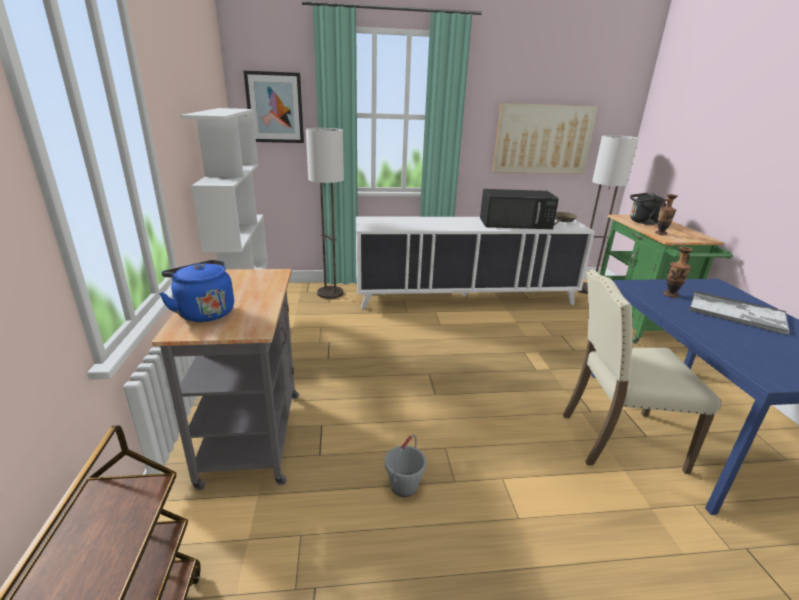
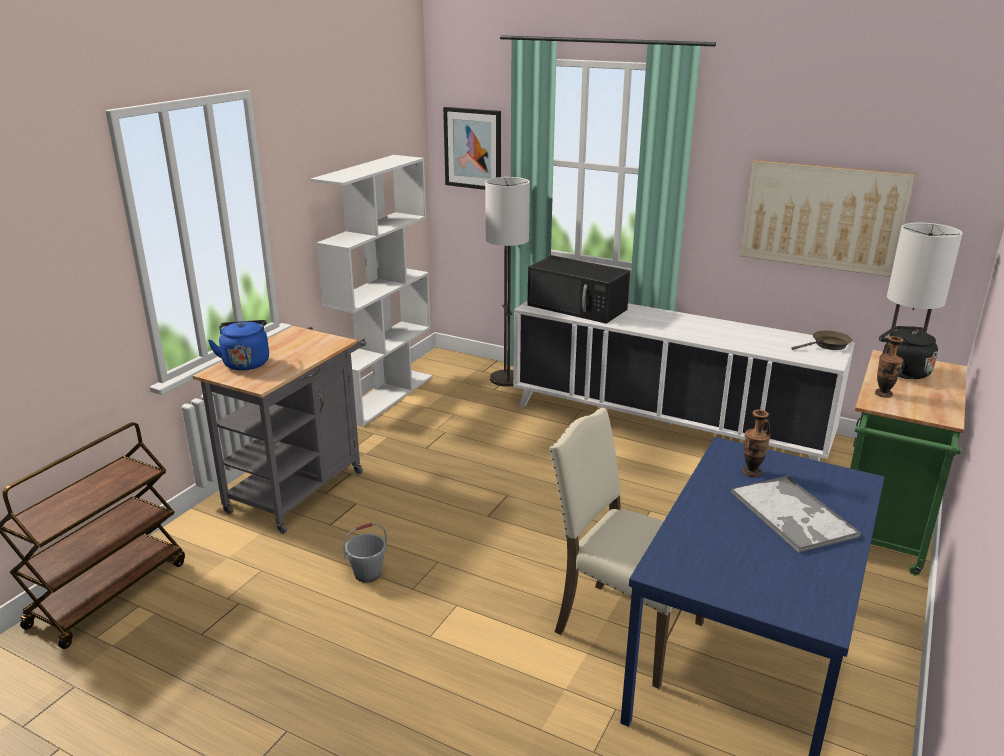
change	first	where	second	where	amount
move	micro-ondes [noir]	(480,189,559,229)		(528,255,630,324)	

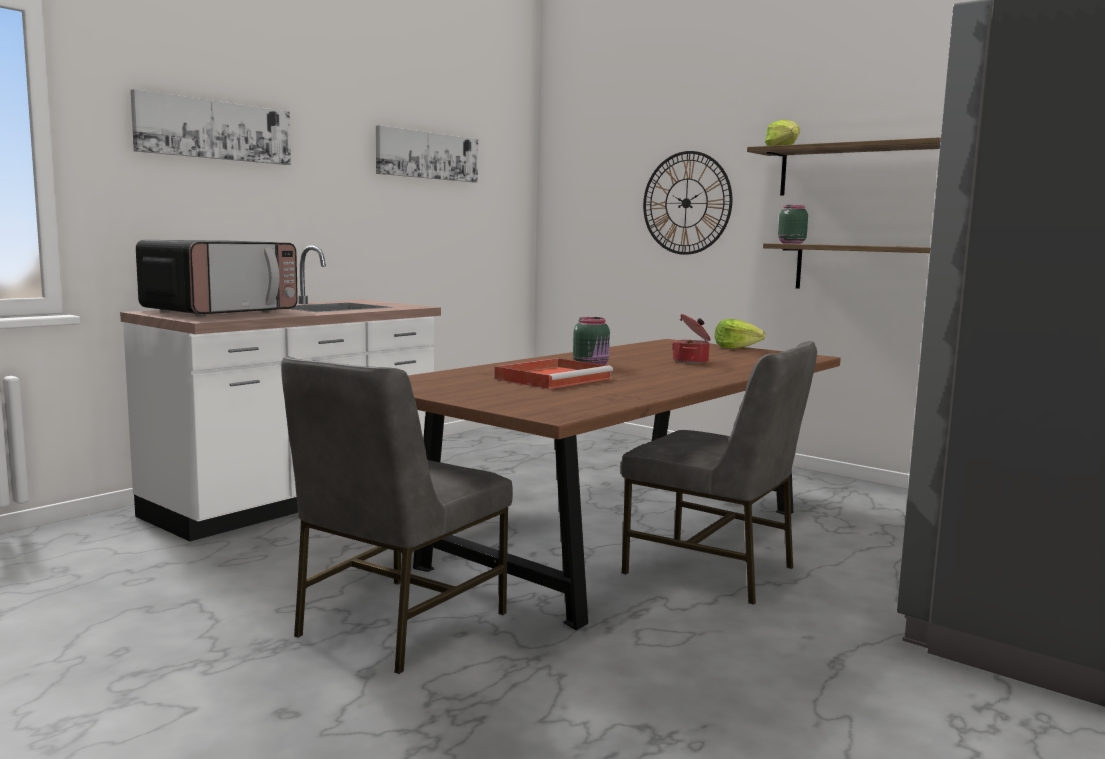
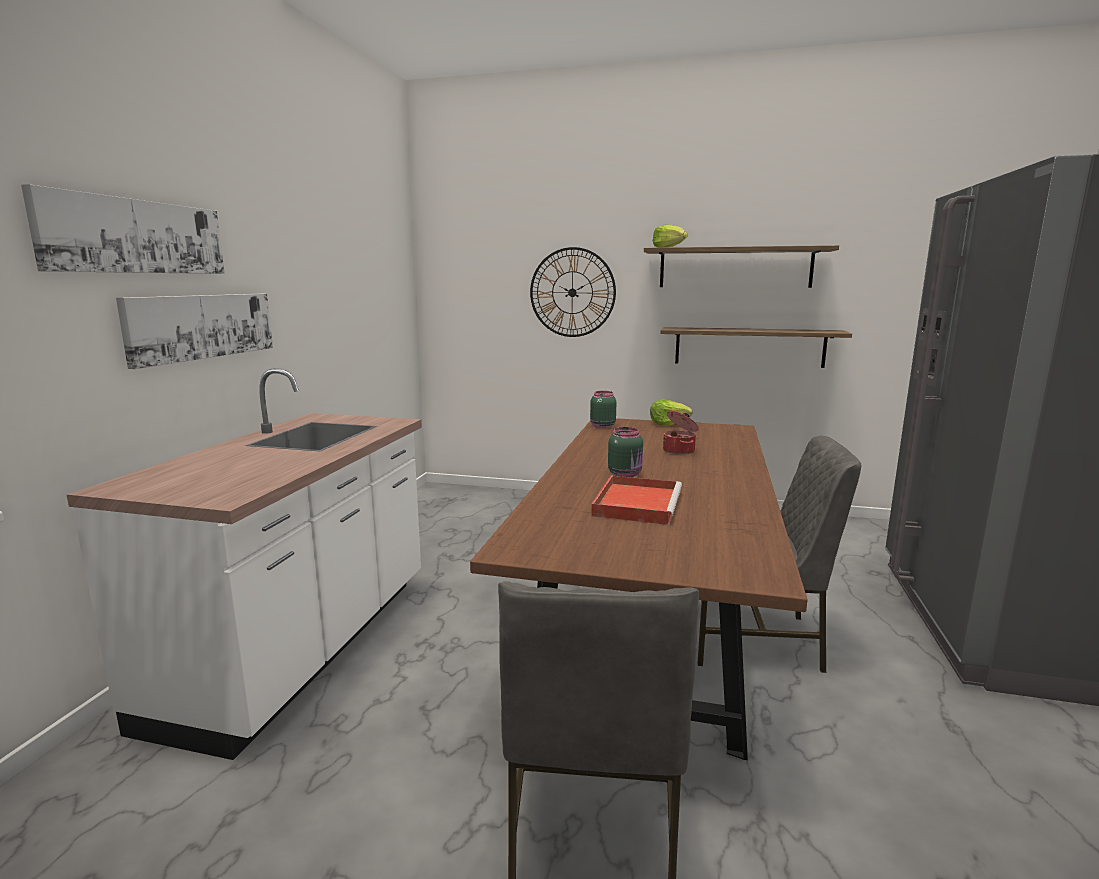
change	first	where	second	where	amount
delete	micro-ondes	(136,240,298,316)			
move	tableau	(376,125,478,182)		(116,294,273,369)	
move	bocal [vert]	(778,205,808,244)		(590,391,616,428)	

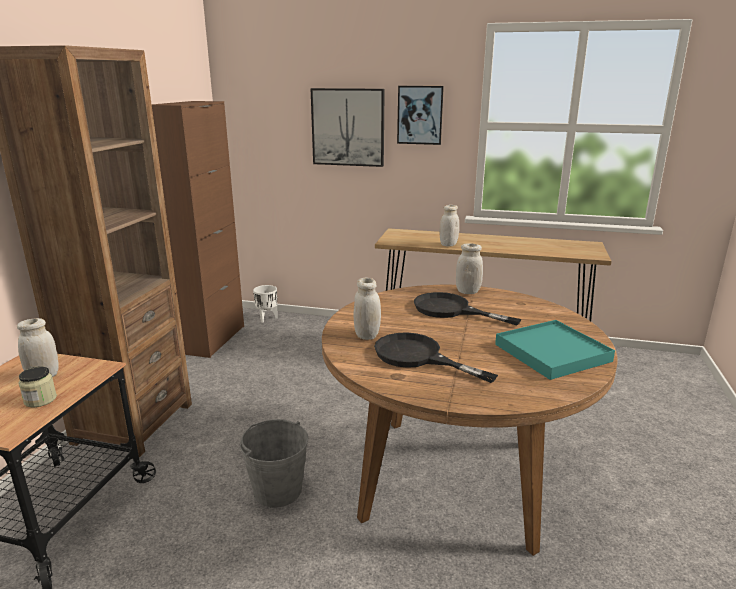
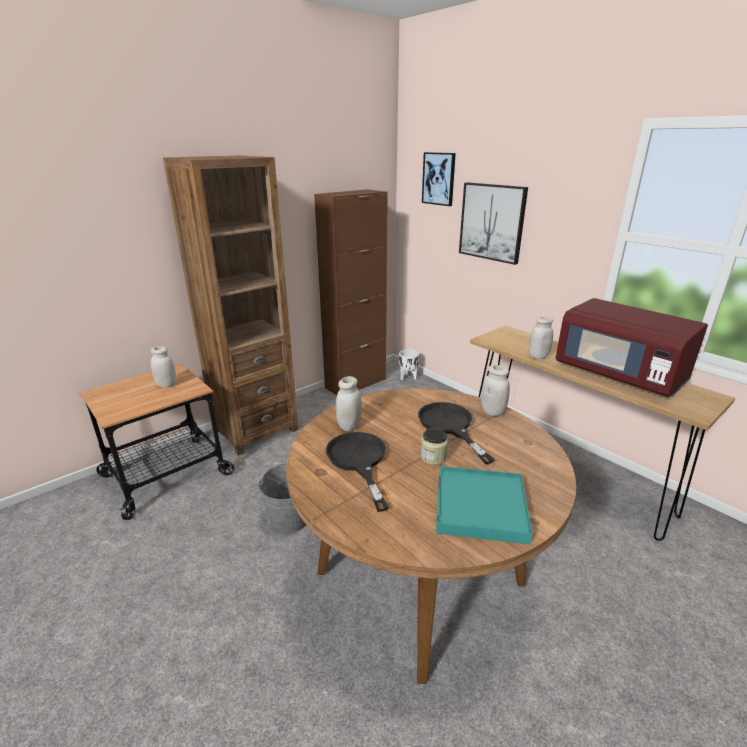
change	first	where	second	where	amount
insert			micro-ondes [rouge]	(555,298,708,397)	
move	bocal	(18,366,57,407)		(420,428,448,465)	
move	tableau	(397,86,444,145)		(422,152,456,206)	

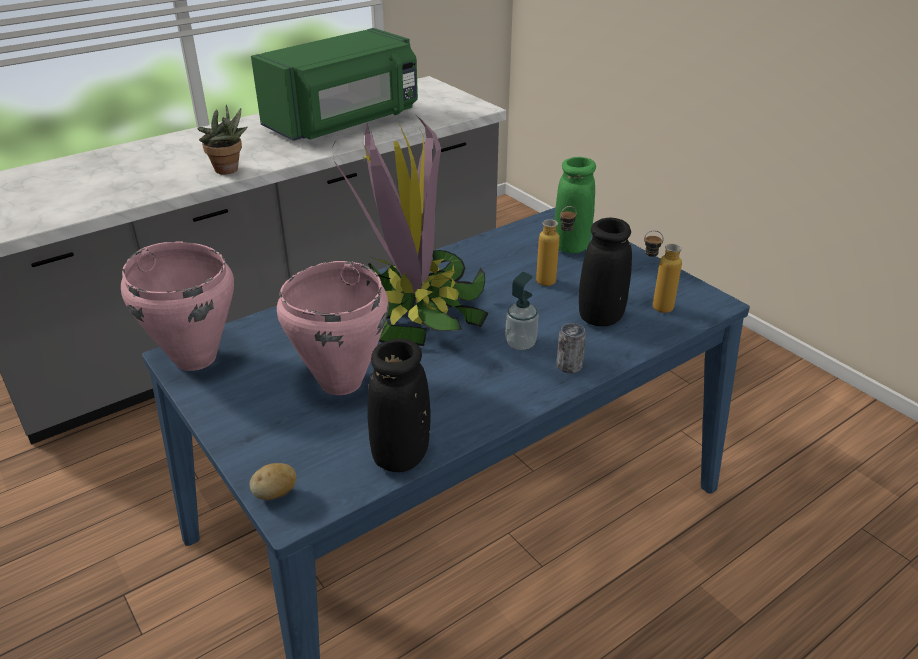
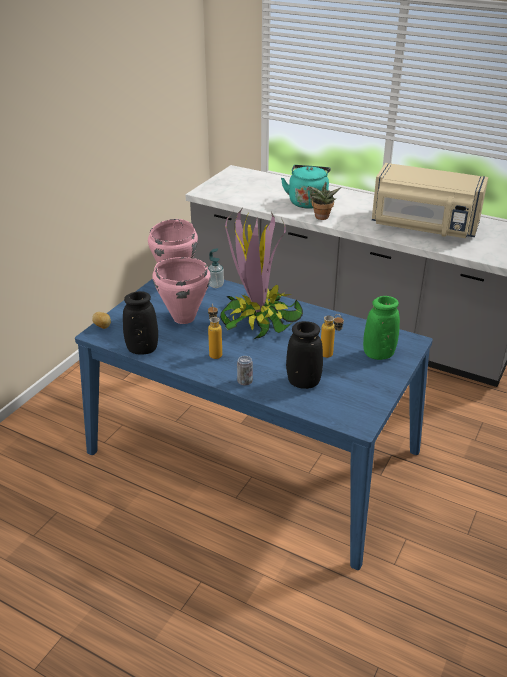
change	first	where	second	where	amount
insert			bouilloire [turquoise]	(281,165,331,209)	
move	distributeur de savon	(505,272,539,350)		(208,248,224,288)	
move	bouteille	(644,230,682,313)		(208,304,222,359)	
recolor	micro-ondes [vert]	(251,28,418,141)	micro-ondes [beige]	(372,163,488,238)	

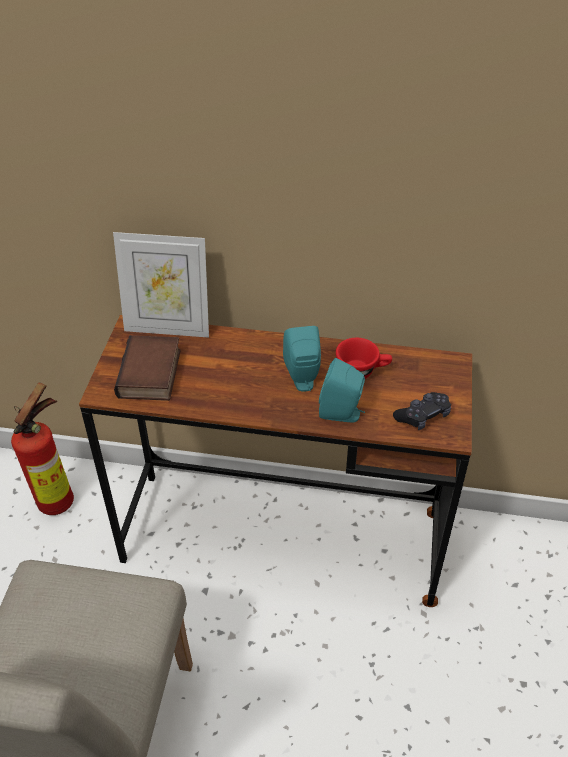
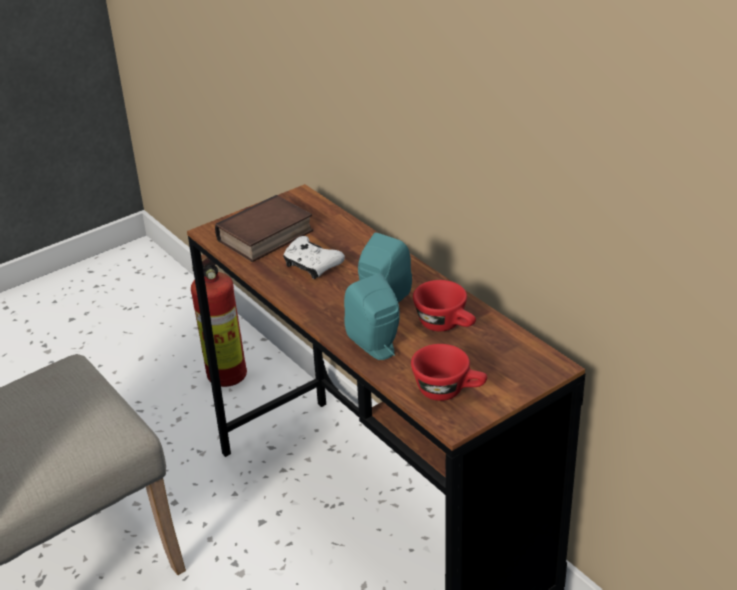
change	first	where	second	where	amount
delete	cadre photo	(113,232,209,338)			
insert			manette [blanc]	(283,236,345,279)	
replace	manette [noir]	(393,392,451,430)	tasse [rouge]	(411,344,487,401)	

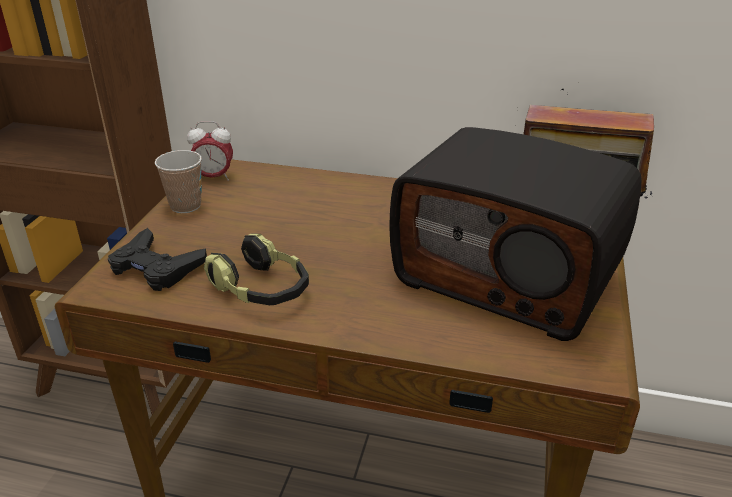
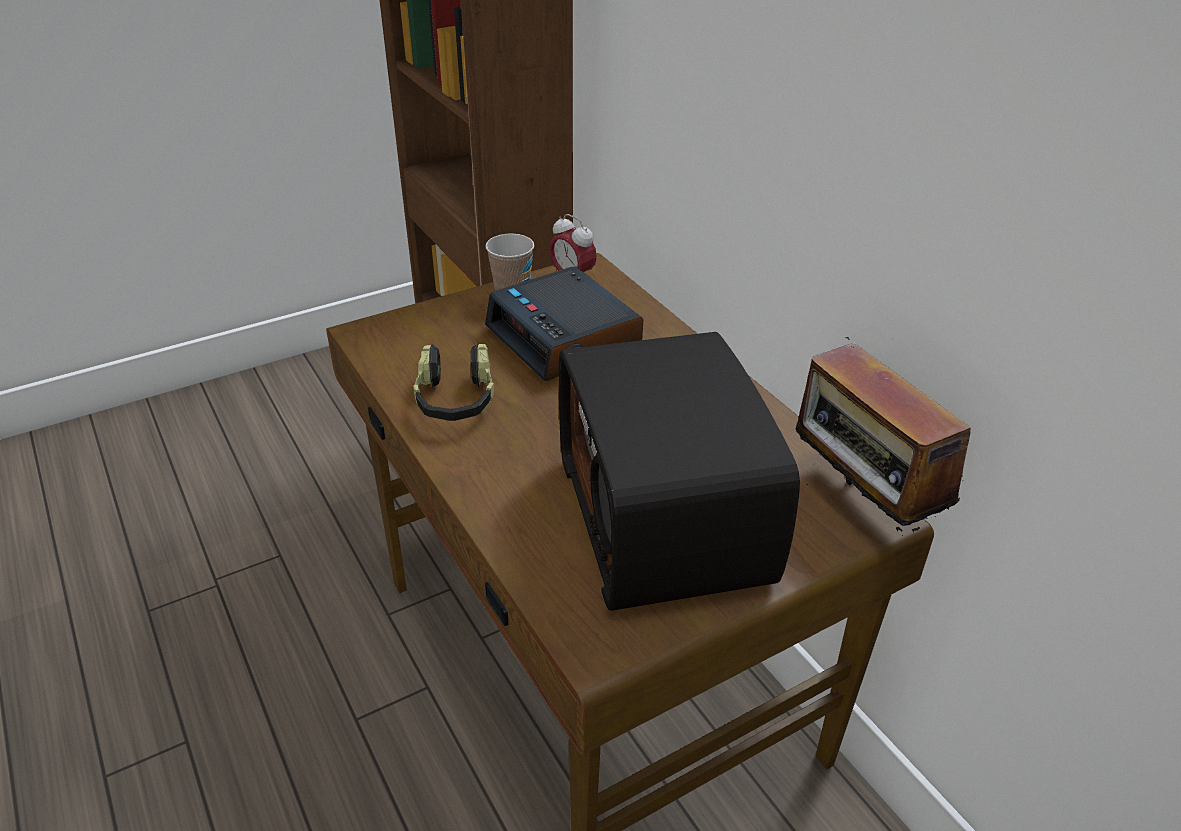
change	first	where	second	where	amount
delete	manette [noir]	(108,228,207,291)			
insert			réveil	(485,266,643,381)	

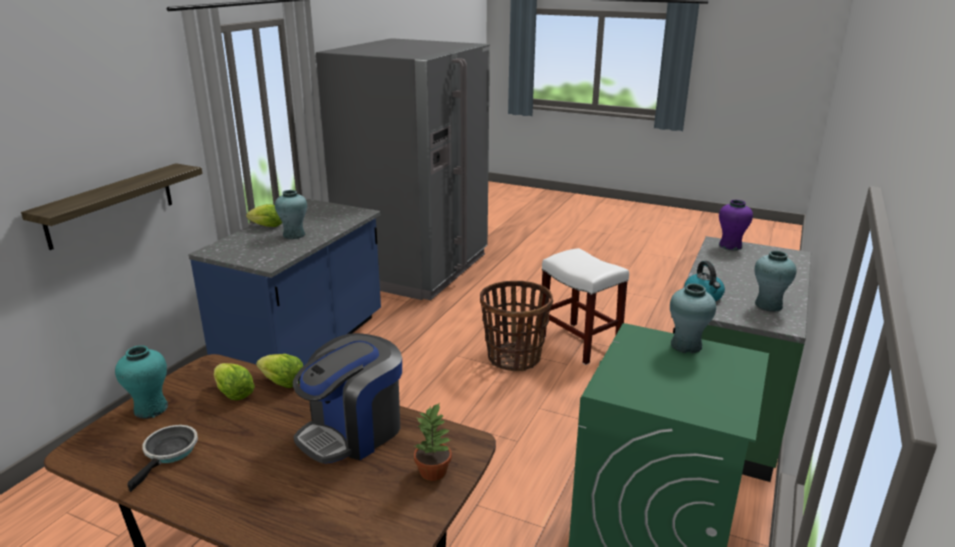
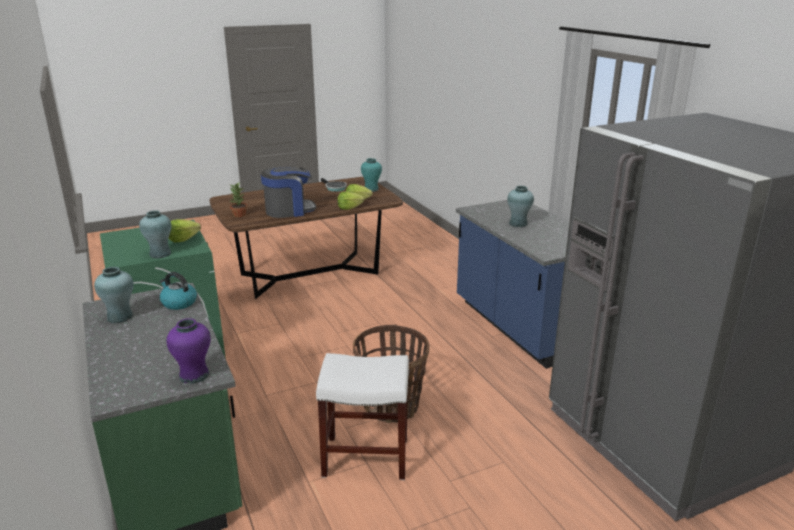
change	first	where	second	where	amount
delete	étagère	(21,163,202,250)			
move	laitue	(246,204,282,227)		(169,219,201,242)	
rotate	machine à café	(293,333,402,464)		(261,167,316,218)	75 degrees clockwise

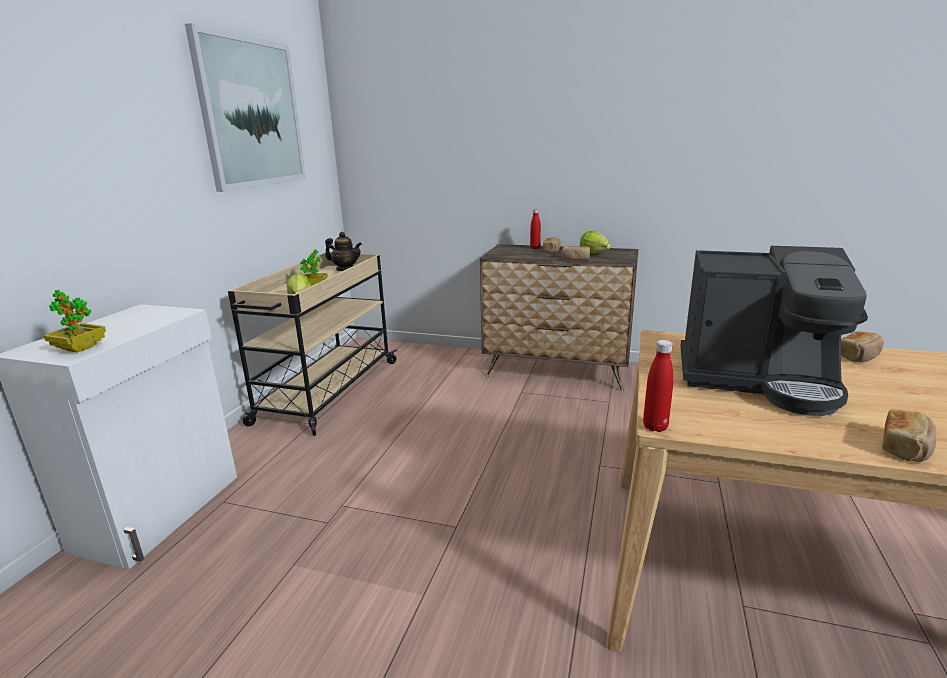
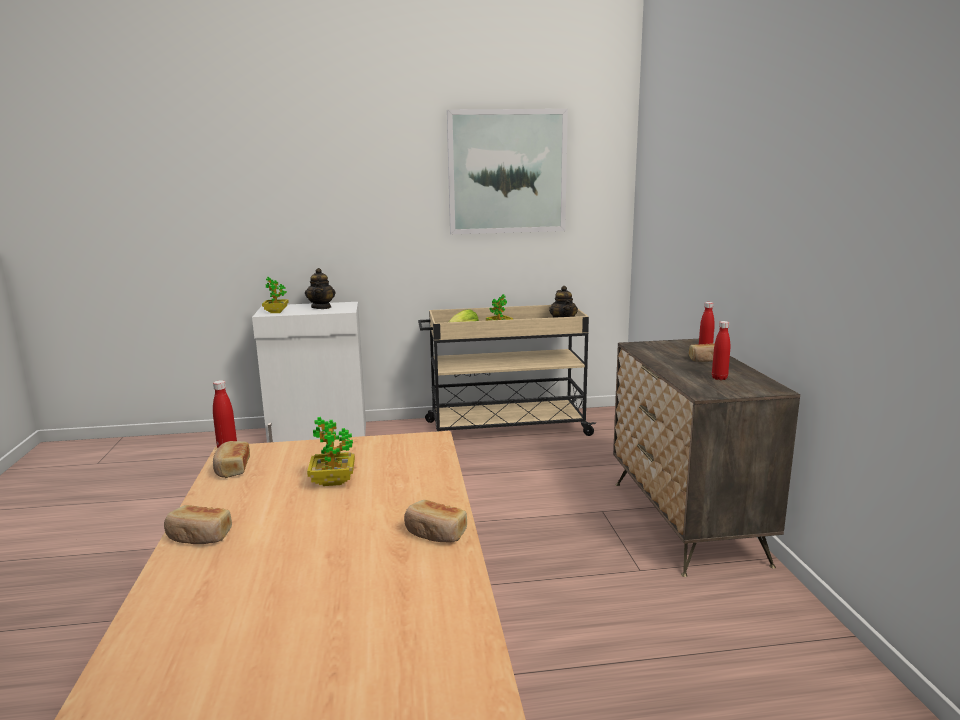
change	first	where	second	where	amount
insert			théière	(305,268,335,309)	
move	pain	(562,246,590,260)		(213,441,250,478)	
replace	laitue	(580,231,611,254)	bouteille [rouge]	(712,321,730,380)	
replace	machine à café	(680,246,868,416)	plante en pot	(307,417,355,486)	

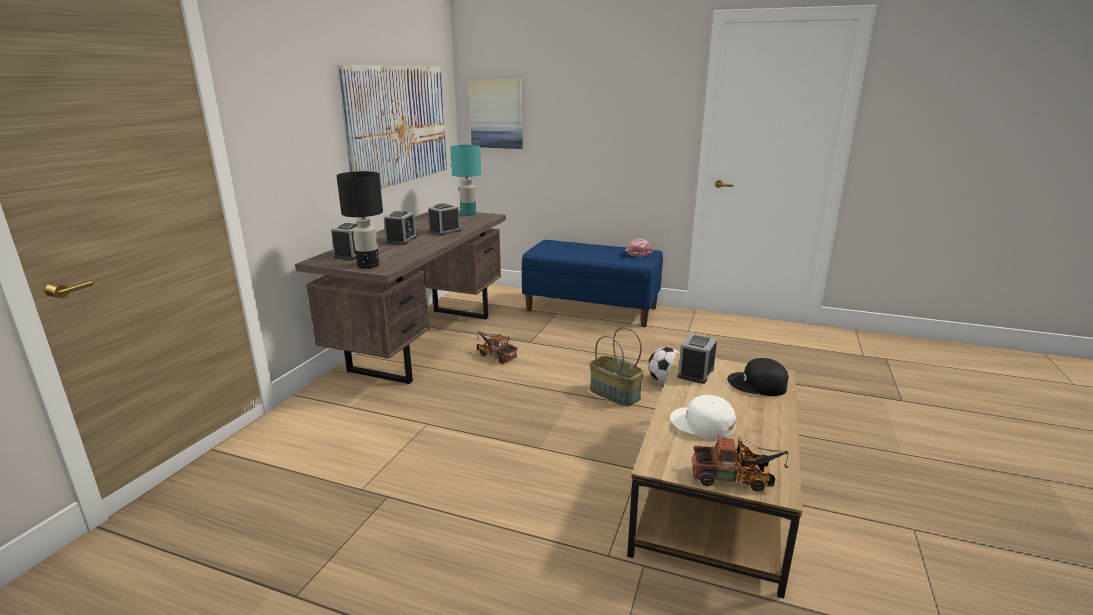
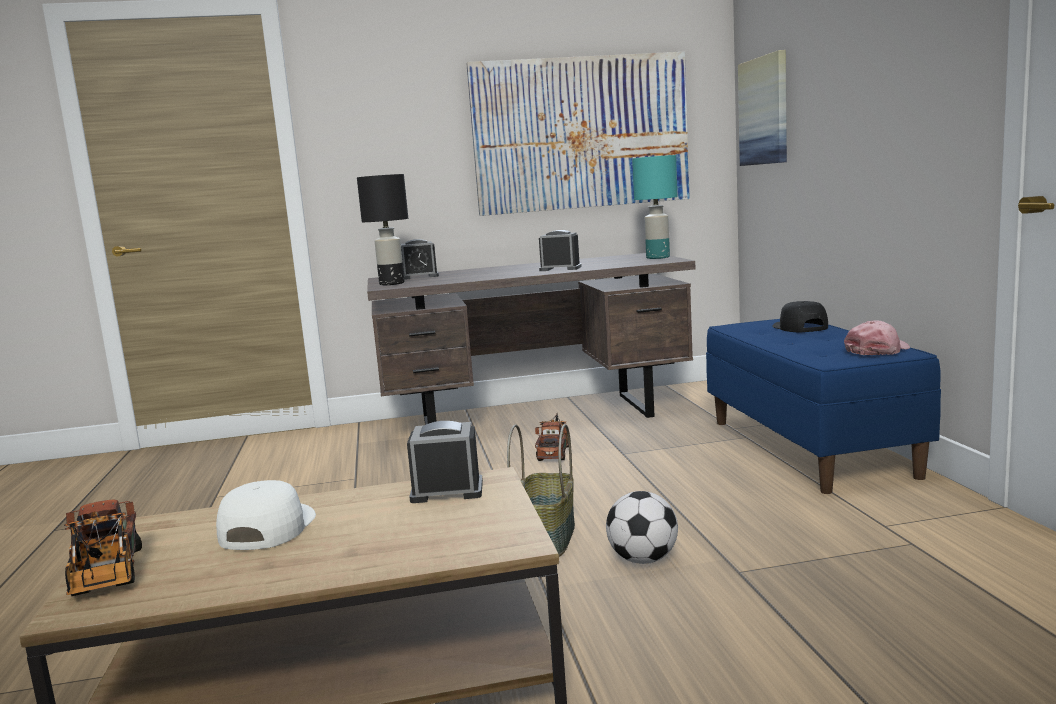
change	first	where	second	where	amount
delete	réveil	(384,211,417,245)			
move	casquette [noir]	(727,358,789,396)		(772,301,828,333)	

